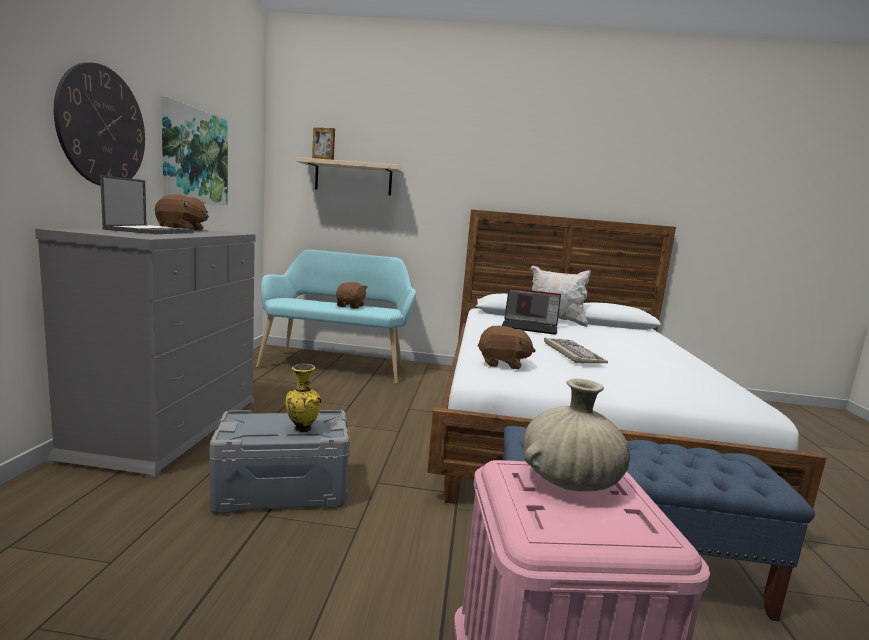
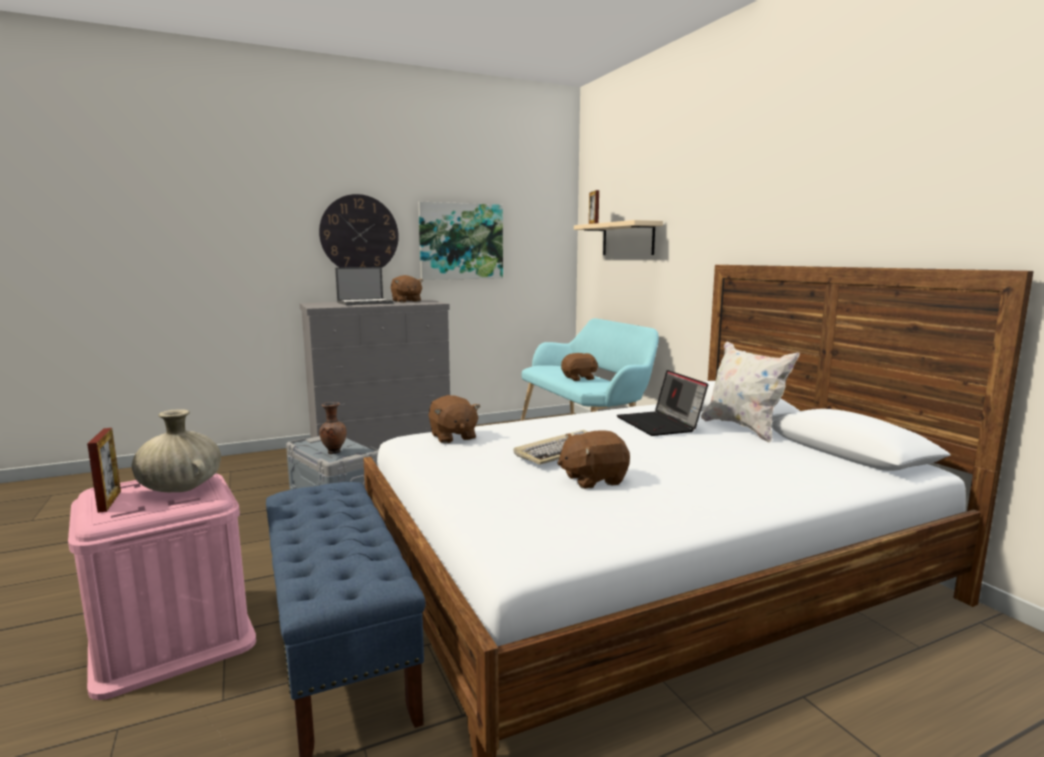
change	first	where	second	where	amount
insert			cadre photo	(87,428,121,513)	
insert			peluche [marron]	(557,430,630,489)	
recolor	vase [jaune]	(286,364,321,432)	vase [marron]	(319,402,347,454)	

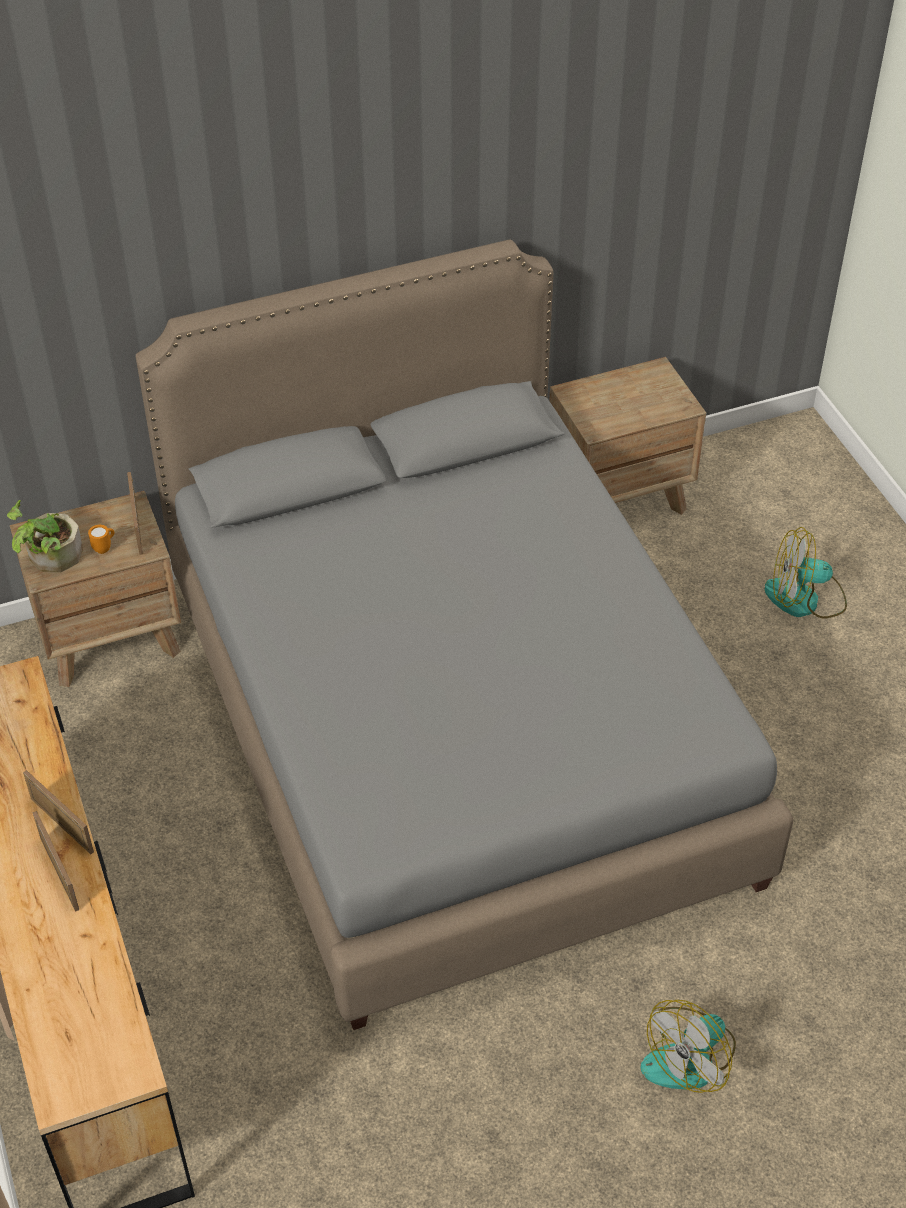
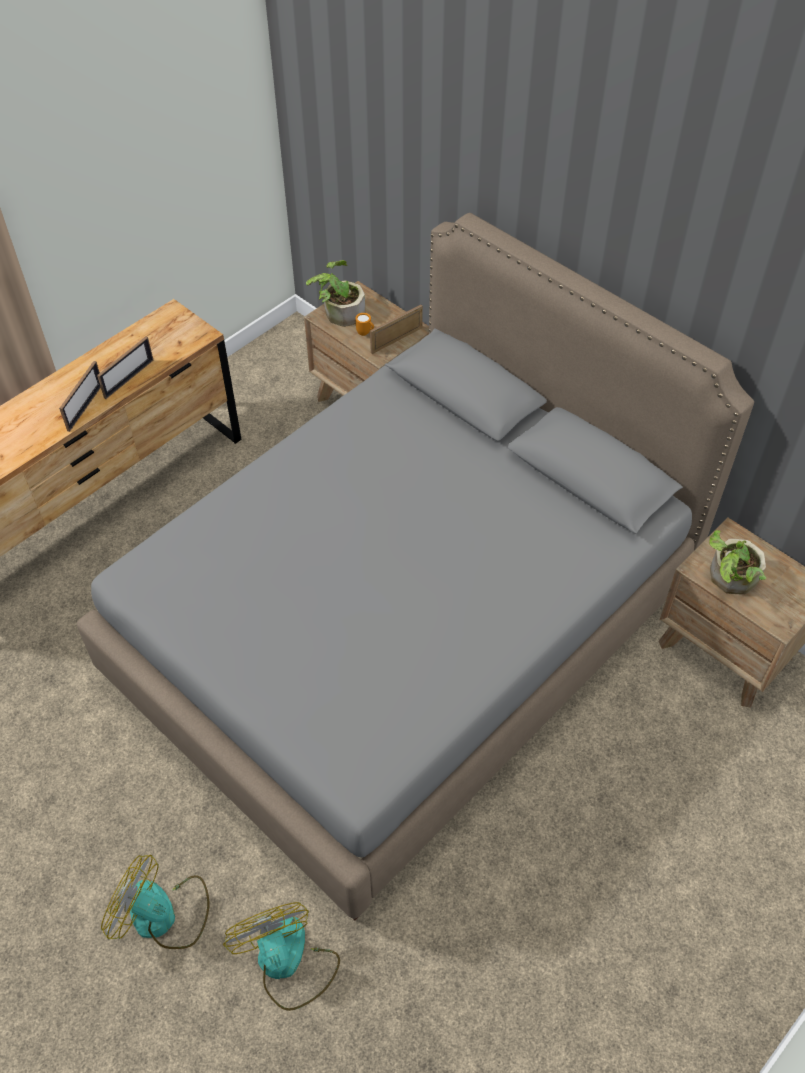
change	first	where	second	where	amount
insert			plante en pot	(709,530,766,595)	
move	cadre photo	(32,811,79,912)		(97,336,154,399)	
move	ventilateur	(765,527,847,619)		(223,902,340,1011)	

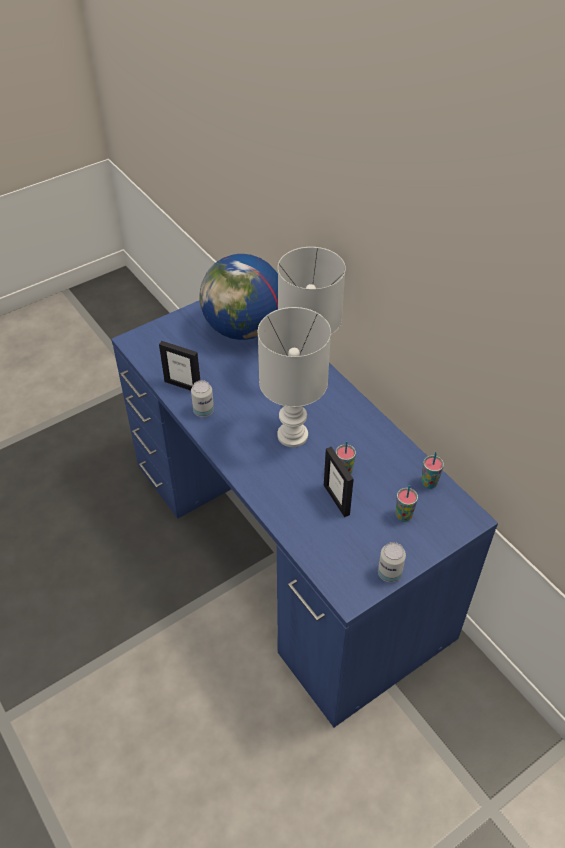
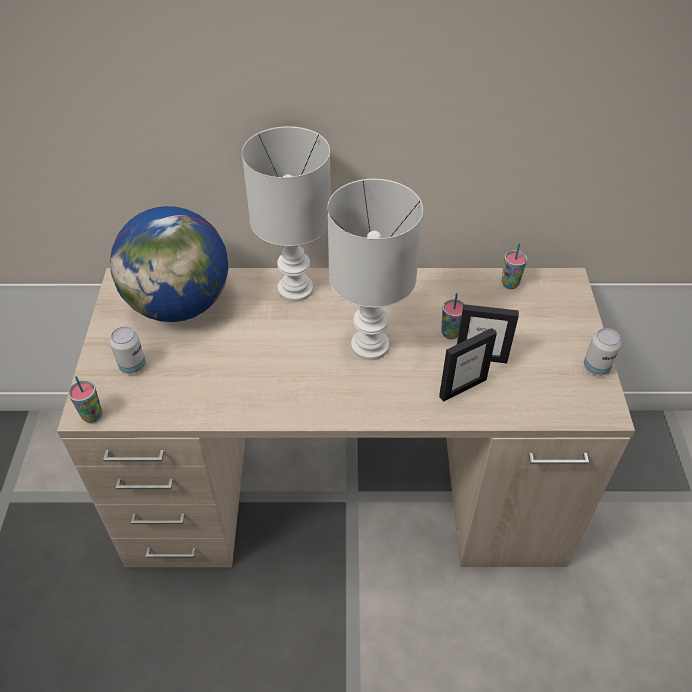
change	first	where	second	where	amount
move	cadre photo	(159,341,200,391)		(439,328,497,402)	
move	boîte métallique	(191,380,214,417)		(110,326,146,374)	
move	tasse	(396,485,418,522)		(68,376,102,423)	
recolor	bureau [bleu]	(111,301,498,727)	bureau [beige]	(57,268,635,567)	

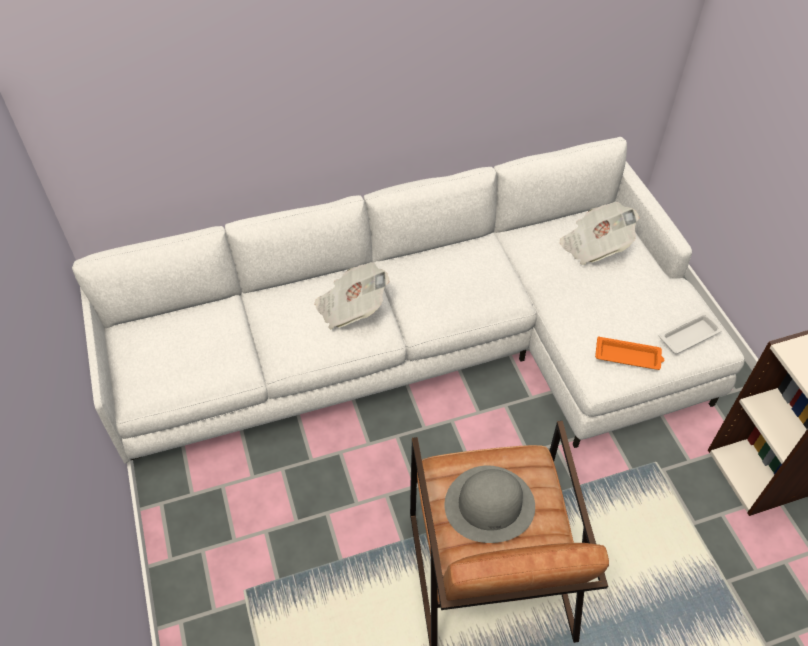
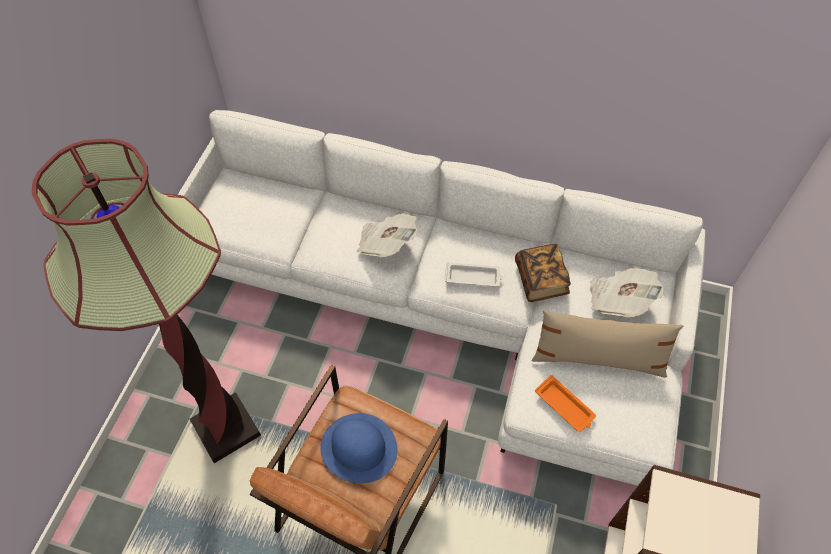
change	first	where	second	where	amount
insert			lampadaire	(32,139,261,463)	
insert			livre	(515,244,571,302)	
insert			coussin [beige]	(532,310,683,377)	
move	plateau [blanc]	(658,312,723,354)		(445,262,503,287)	
recolor	chapeau [gris]	(444,465,535,543)	chapeau [bleu]	(320,413,397,483)	

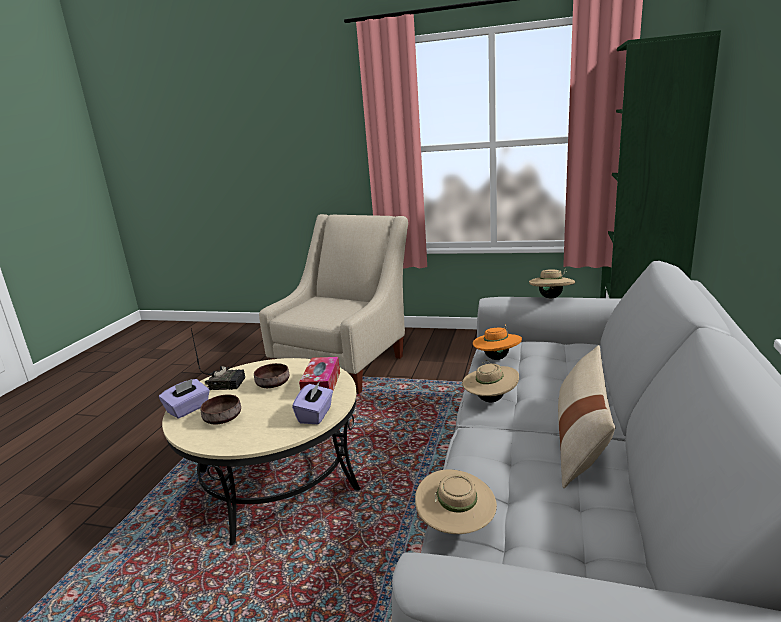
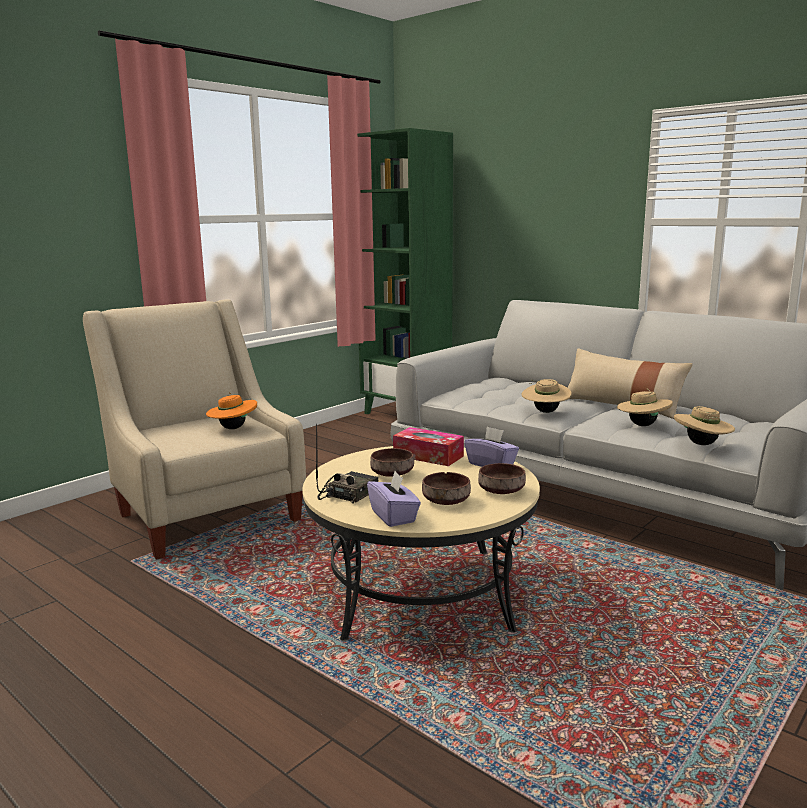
change	first	where	second	where	amount
insert			bol [marron]	(478,463,526,494)	
move	chapeau [orange]	(473,324,522,360)		(206,392,257,429)	
move	chapeau [beige]	(529,269,575,298)		(617,388,673,426)	

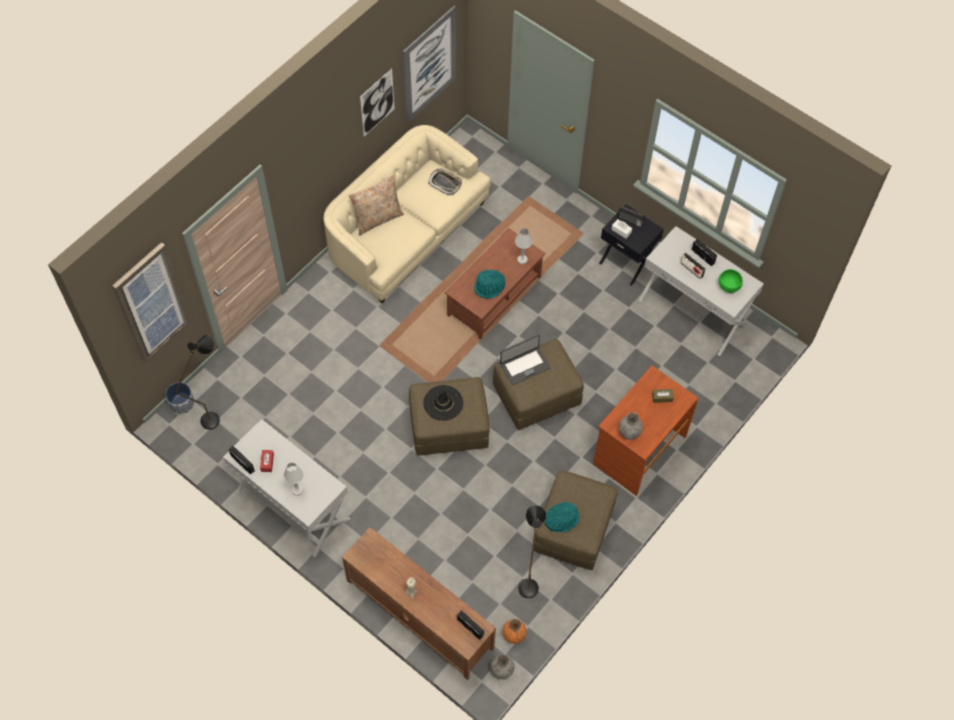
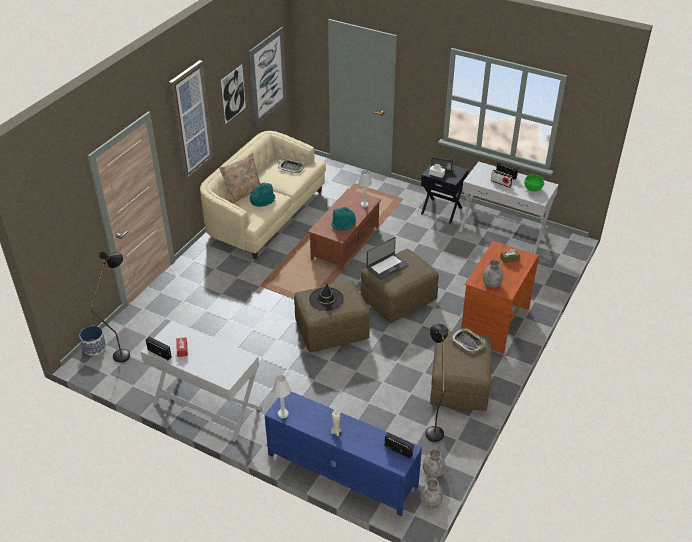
change	first	where	second	where	amount
insert			plateau	(451,328,485,353)	
move	tableau	(112,242,190,363)		(169,60,214,180)	
move	lampe de table [blanc]	(284,463,304,496)		(272,375,291,418)	
move	chapeau [turquoise]	(544,502,579,532)		(250,183,275,207)	
recolor	meuble télé [marron]	(342,527,496,680)	meuble télé [bleu]	(264,391,422,516)	
recolor	vase [orange]	(503,619,526,644)	vase [gris]	(423,449,445,478)	

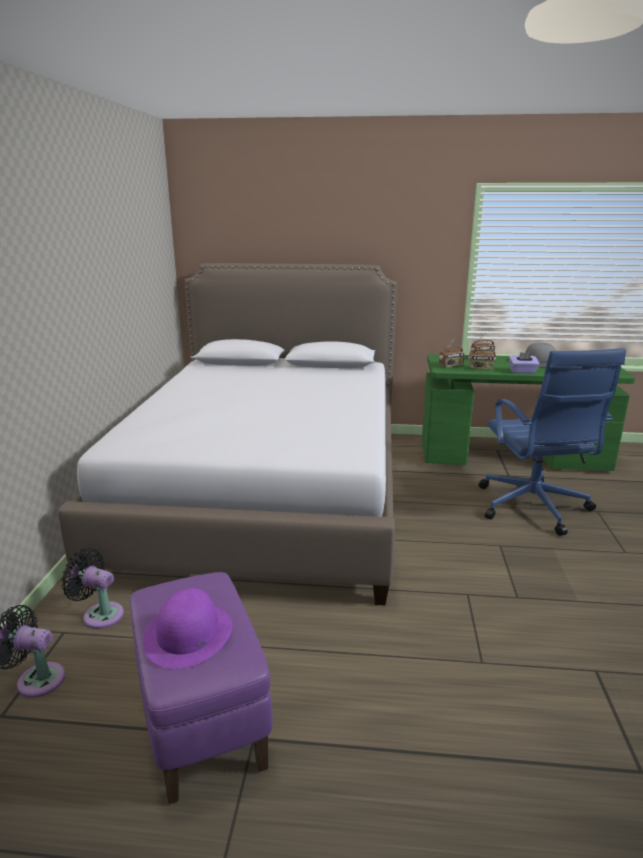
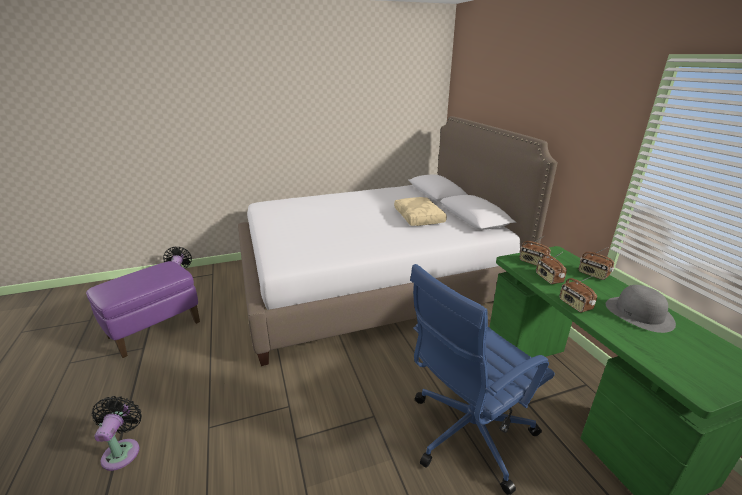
change	first	where	second	where	amount
delete	chapeau [violet]	(142,588,232,669)			
insert			coussin [beige]	(394,197,447,226)	
move	ventilateur [noir]	(61,548,124,629)		(92,396,142,471)	
replace	boîte à mouchoirs [violet]	(509,352,540,374)	radio	(559,276,597,313)	

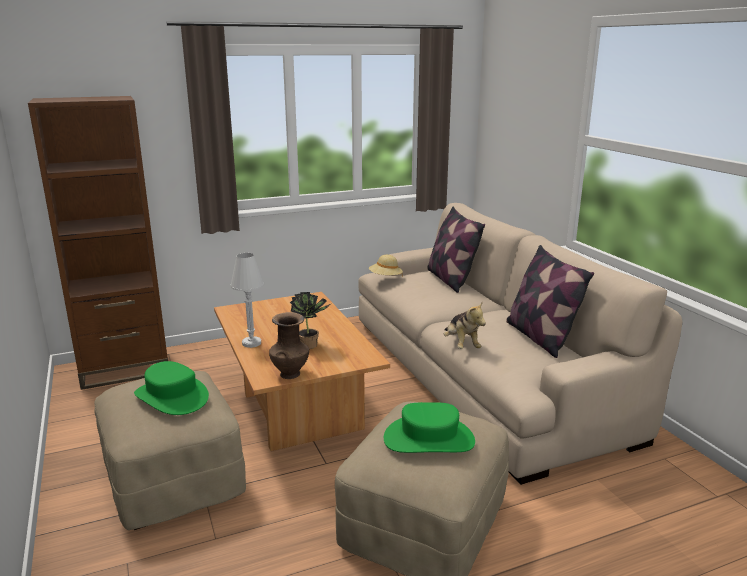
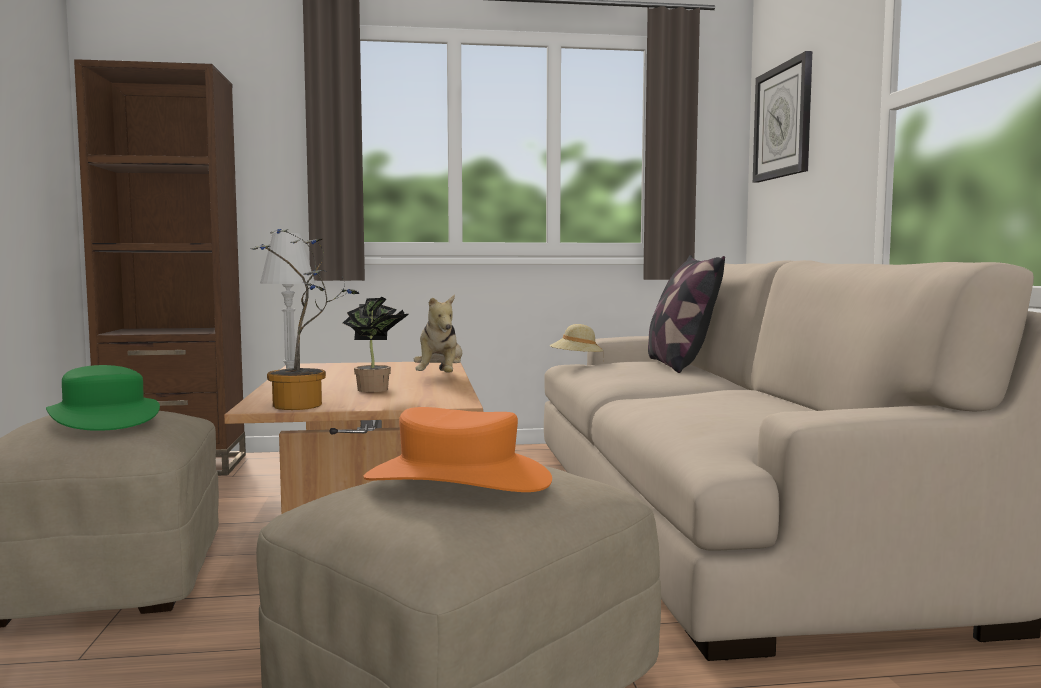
change	first	where	second	where	amount
delete	coussin	(506,245,594,358)			
insert			horloge murale	(753,51,812,183)	
move	peluche	(444,301,486,349)		(414,294,462,373)	
replace	vase [marron]	(269,312,309,379)	plante en pot	(250,229,359,410)	
recolor	chapeau [vert]	(384,402,475,453)	chapeau [orange]	(364,407,552,492)	

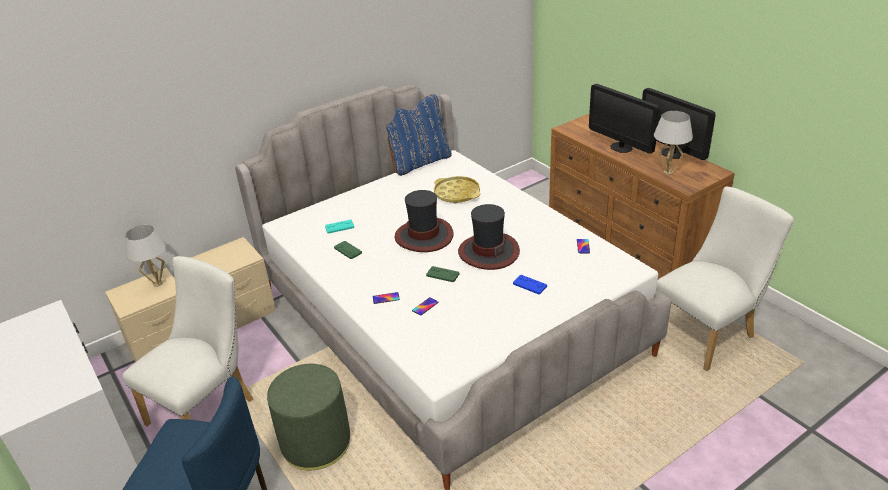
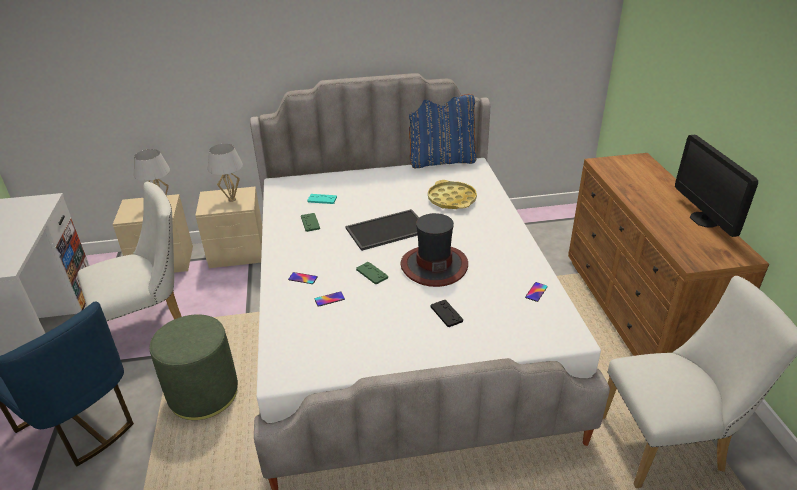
change	first	where	second	where	amount
delete	écran d'ordinateur	(589,84,660,153)			
move	lampe de table [blanc]	(654,111,693,175)		(208,144,243,202)	
replace	chapeau	(394,190,454,252)	plateau	(345,209,419,251)	
recolor	manette [bleu]	(513,275,547,294)	manette [noir]	(431,300,463,327)	

